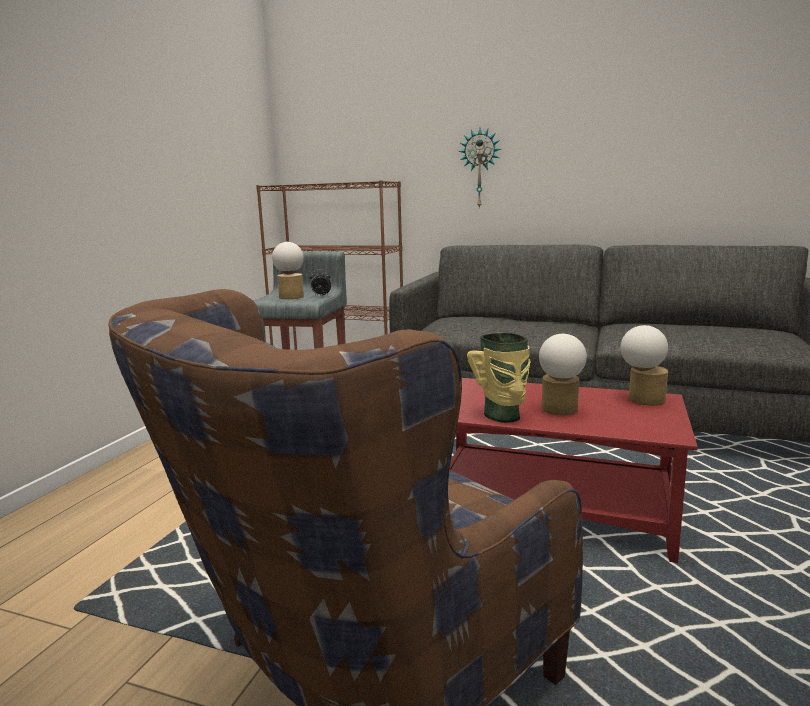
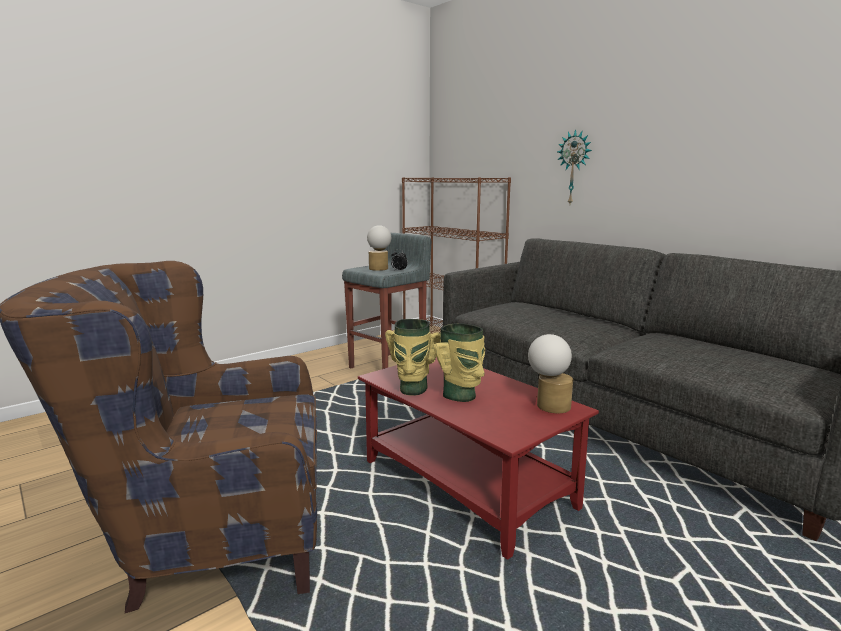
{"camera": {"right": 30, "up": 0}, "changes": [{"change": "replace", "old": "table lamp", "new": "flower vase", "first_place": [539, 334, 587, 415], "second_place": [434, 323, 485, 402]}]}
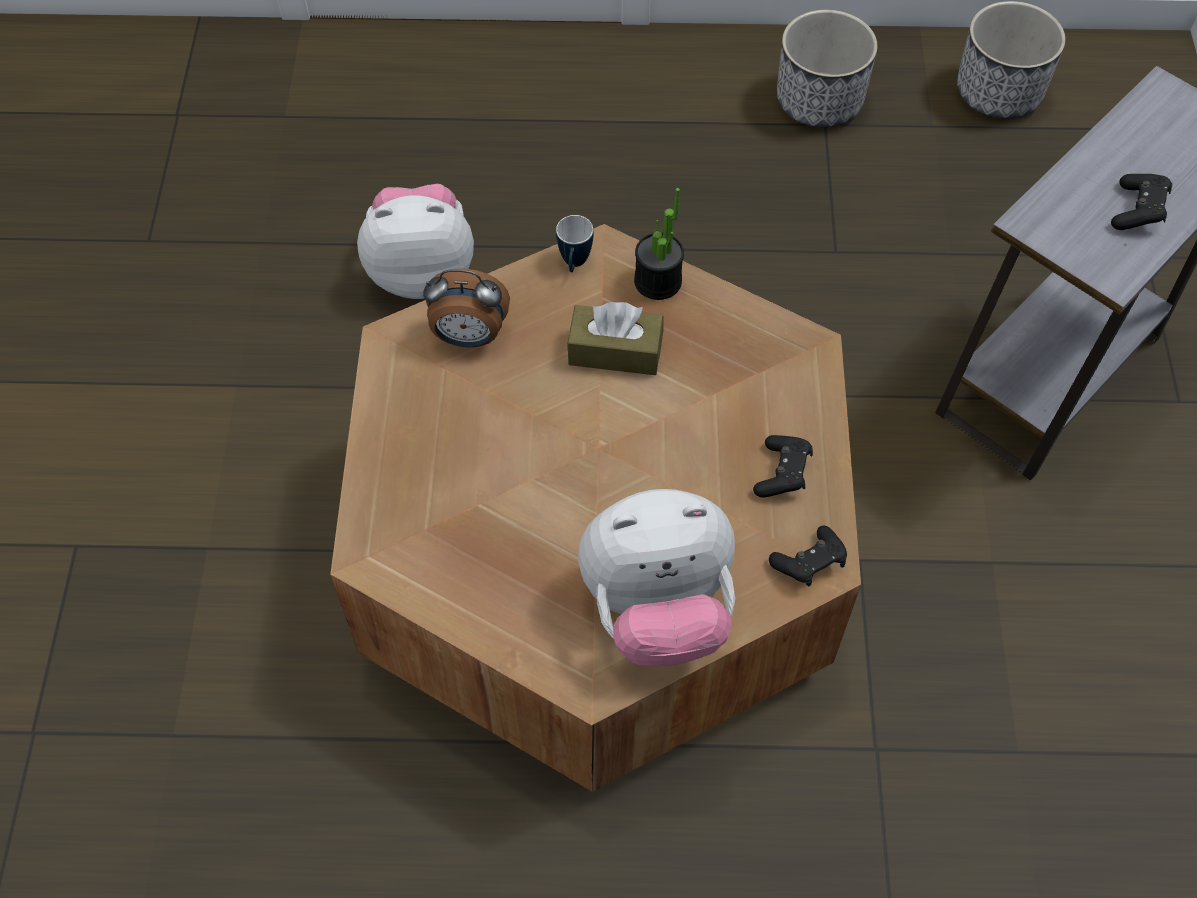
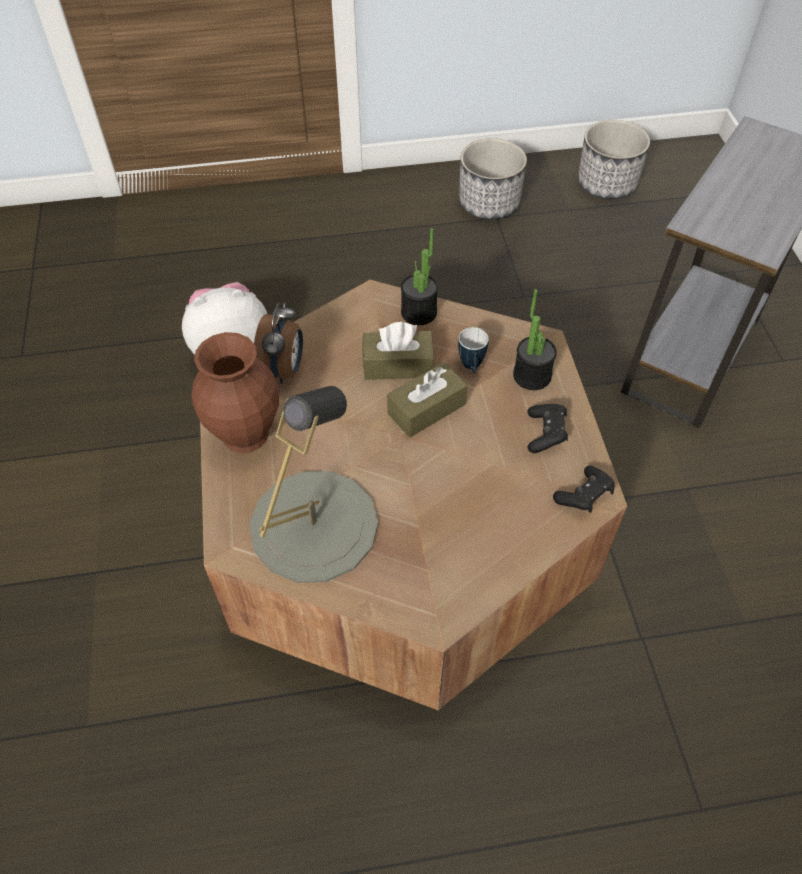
{"camera": {"right": -10, "up": -5}, "changes": [{"change": "delete", "old": "gamepad (black)", "first_place": [1111, 174, 1172, 230]}, {"change": "move", "old": "mug", "first_place": [556, 215, 593, 272], "second_place": [458, 327, 489, 373]}, {"change": "rotate", "old": "bedside clock", "first_place": [423, 269, 510, 347], "second_place": [254, 303, 303, 384], "degrees": -75}, {"change": "delete", "old": "cuddly toy", "first_place": [578, 489, 735, 666]}, {"change": "insert", "new": "potted plant", "second_place": [513, 289, 557, 390]}, {"change": "insert", "new": "flower vase (brownish)", "second_place": [191, 332, 279, 453]}, {"change": "insert", "new": "box of tissues (brownish)", "second_place": [387, 362, 468, 437]}, {"change": "insert", "new": "table lamp (gray)", "second_place": [249, 386, 378, 583]}]}
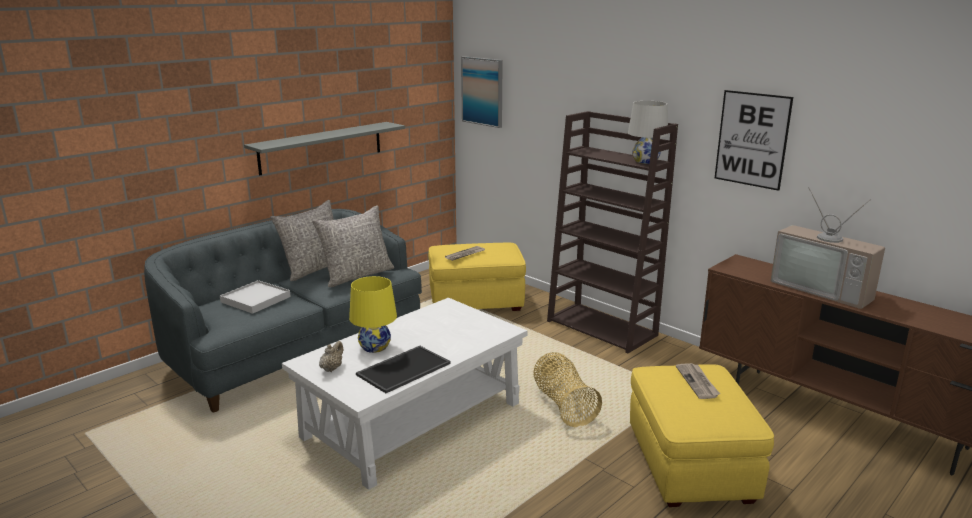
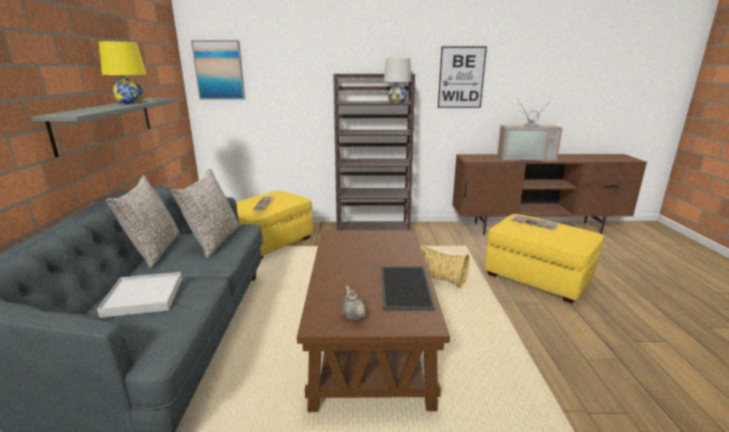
{"camera": {"right": -45, "up": 0}, "changes": [{"change": "move", "old": "table lamp (yellowish)", "first_place": [349, 276, 397, 353], "second_place": [99, 41, 146, 104]}, {"change": "recolor", "old": "lounge table (whitish)", "new": "lounge table (brownish)", "first_place": [282, 298, 528, 490], "second_place": [297, 230, 450, 412]}]}
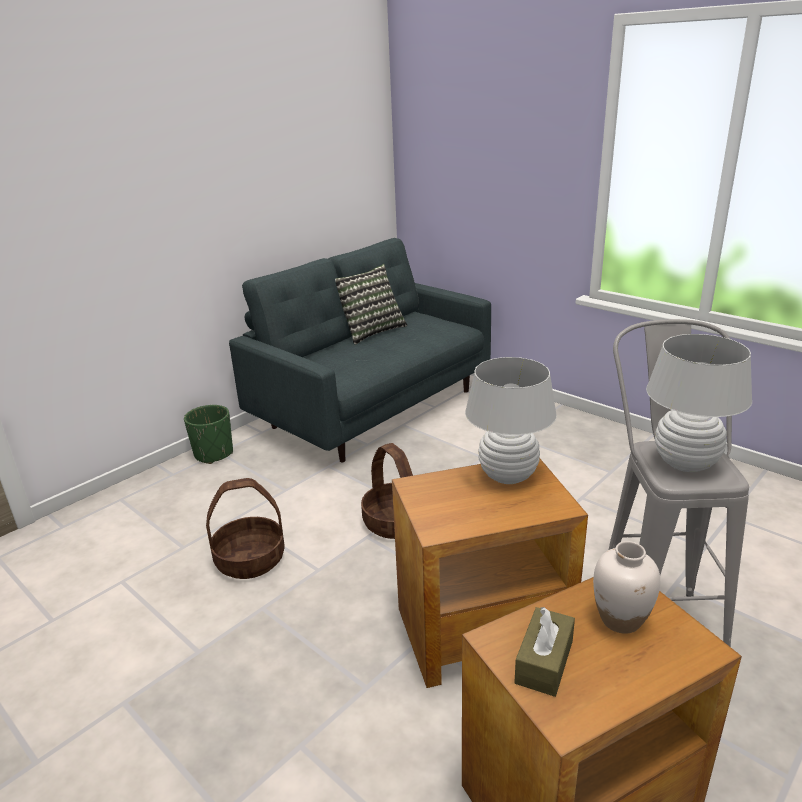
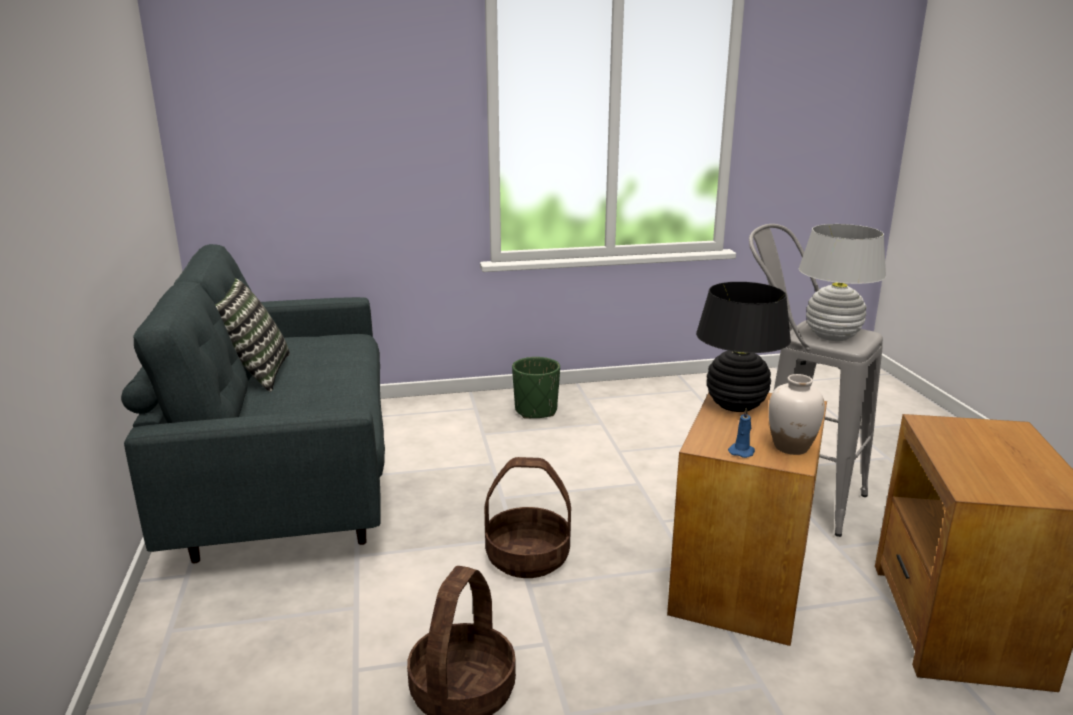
{"camera": {"right": -55, "up": -5}, "changes": [{"change": "recolor", "old": "table lamp (whitish)", "new": "table lamp (black)", "first_place": [465, 357, 557, 484], "second_place": [696, 282, 791, 412]}, {"change": "move", "old": "planter (green)", "first_place": [184, 405, 233, 464], "second_place": [512, 357, 560, 419]}, {"change": "move", "old": "flower vase (whitish)", "first_place": [593, 541, 660, 634], "second_place": [769, 374, 825, 455]}, {"change": "delete", "old": "box of tissues (brownish)", "first_place": [514, 607, 575, 697]}, {"change": "insert", "new": "candle (blue-coloured)", "second_place": [728, 407, 755, 458]}]}
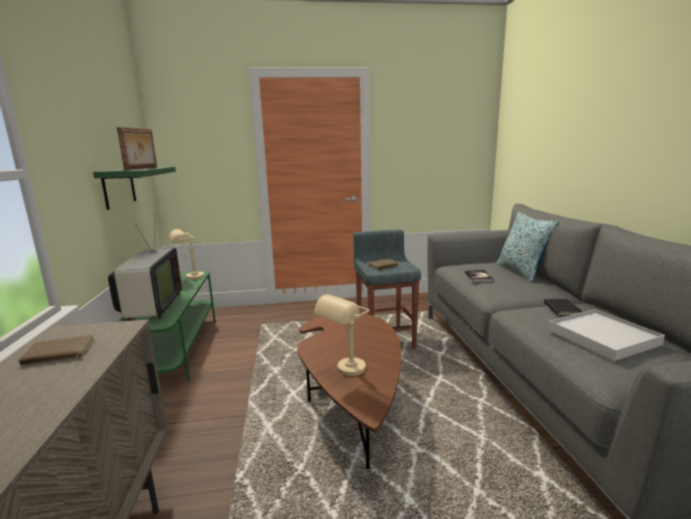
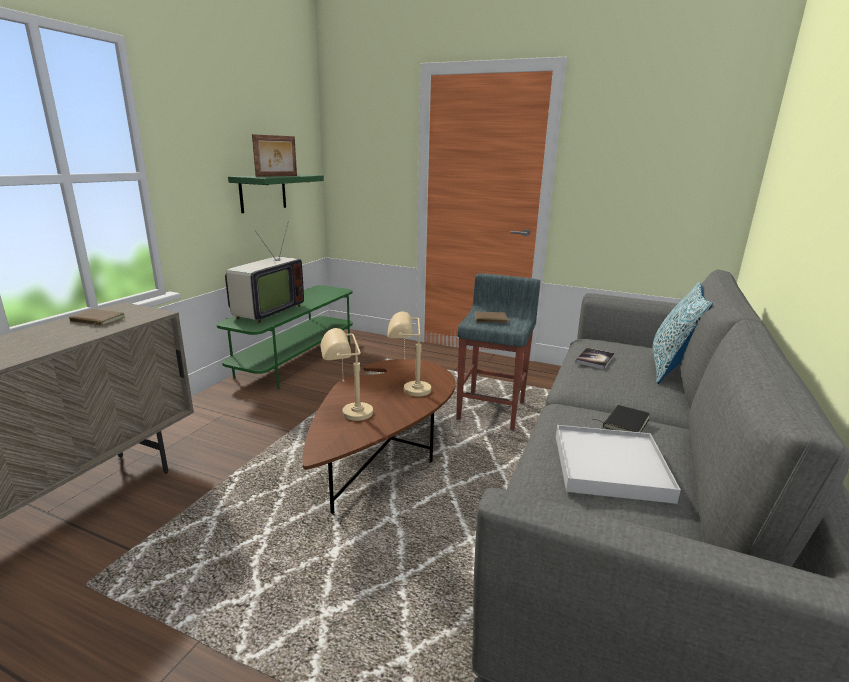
{"camera": {"right": 30, "up": 5}, "changes": [{"change": "move", "old": "table lamp (sand-coloured)", "first_place": [168, 229, 204, 279], "second_place": [387, 311, 431, 396]}]}
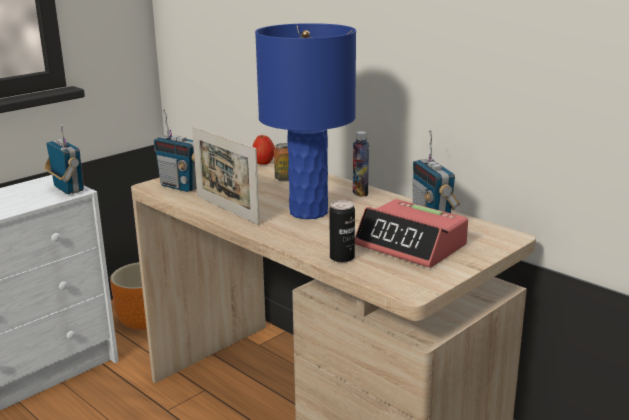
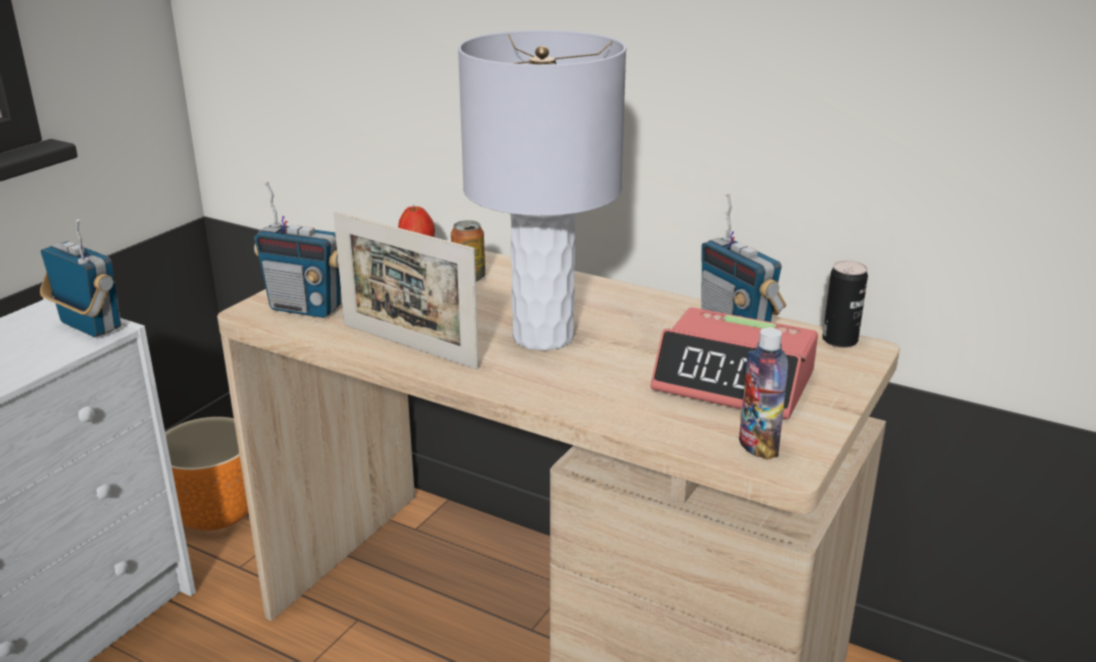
{"camera": {"right": -15, "up": 5}, "changes": [{"change": "recolor", "old": "table lamp (blue-coloured)", "new": "table lamp (gray)", "first_place": [255, 23, 356, 219], "second_place": [458, 30, 627, 351]}, {"change": "move", "old": "bottle", "first_place": [353, 131, 369, 197], "second_place": [739, 328, 788, 460]}, {"change": "move", "old": "metal can", "first_place": [330, 200, 355, 263], "second_place": [822, 260, 868, 348]}]}
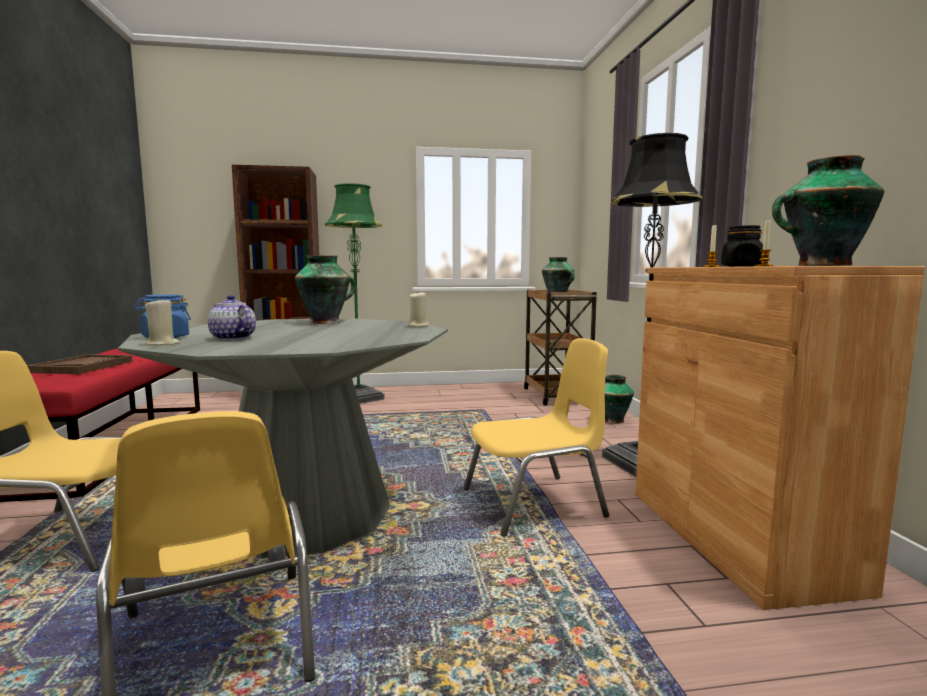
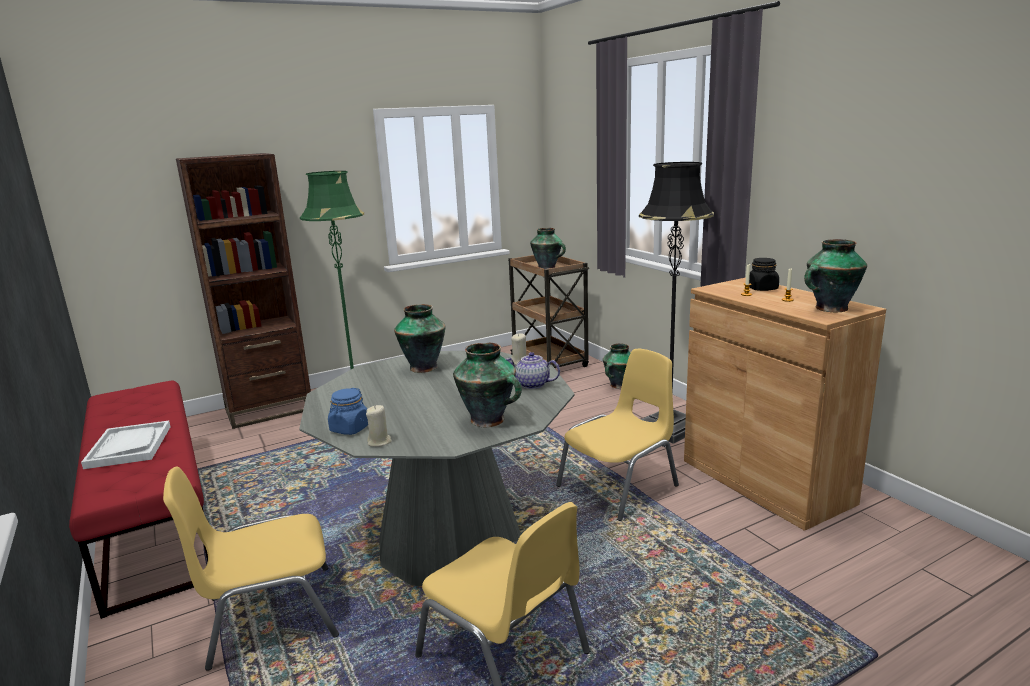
{"camera": {"right": -20, "up": 10}, "changes": [{"change": "move", "old": "teapot", "first_place": [208, 295, 256, 340], "second_place": [506, 352, 560, 389]}, {"change": "recolor", "old": "carrying tray (brownish)", "new": "carrying tray (whitish)", "first_place": [27, 354, 132, 374], "second_place": [81, 421, 170, 469]}, {"change": "insert", "new": "flower vase", "second_place": [453, 343, 522, 427]}]}
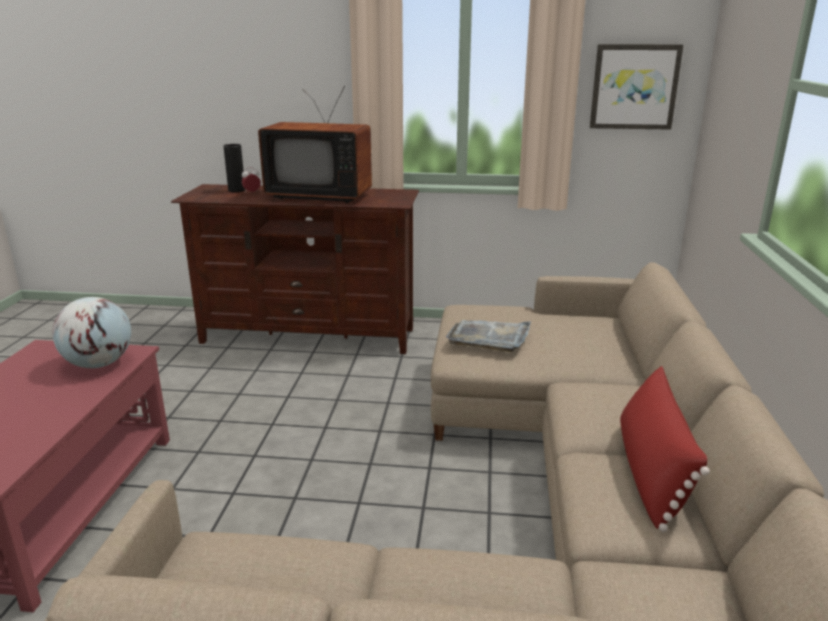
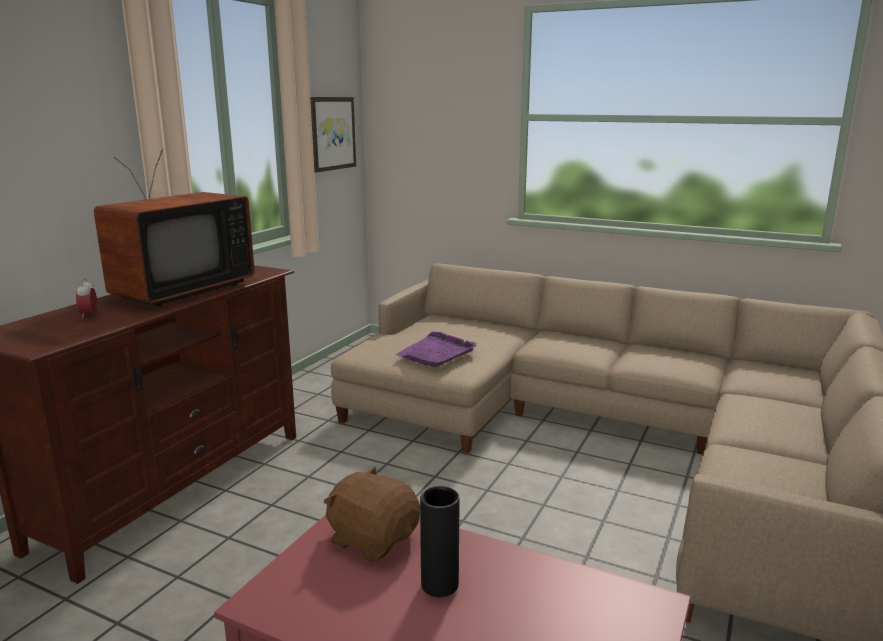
{"camera": {"right": -70, "up": -5}, "changes": [{"change": "move", "old": "flower vase (black)", "first_place": [223, 144, 245, 192], "second_place": [420, 486, 460, 597]}, {"change": "replace", "old": "world globe", "new": "cuddly toy (brownish)", "first_place": [52, 297, 131, 368], "second_place": [323, 467, 420, 563]}, {"change": "recolor", "old": "carrying tray (gray)", "new": "carrying tray (purplish)", "first_place": [446, 320, 531, 352], "second_place": [395, 332, 476, 367]}, {"change": "delete", "old": "cushion (red-coloured)", "first_place": [620, 366, 710, 532]}]}
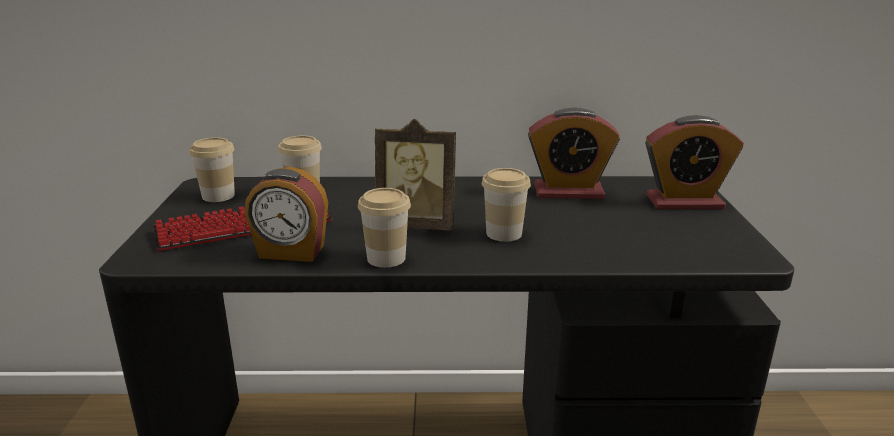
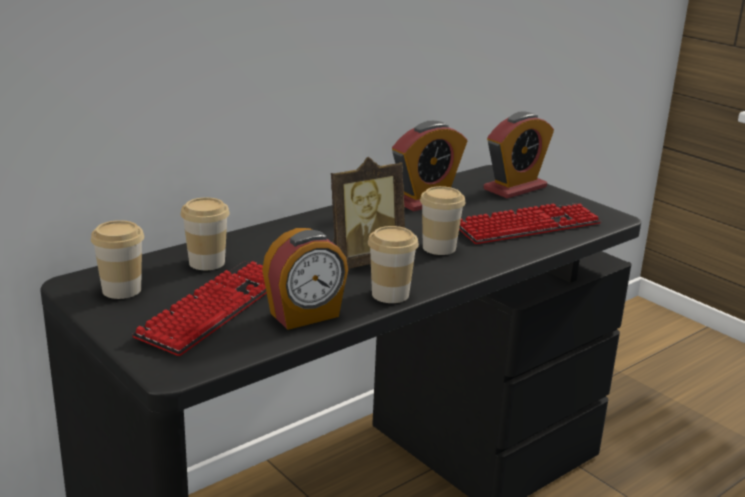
{"camera": {"right": -40, "up": 0}, "changes": [{"change": "insert", "new": "keyboard", "second_place": [459, 203, 601, 244]}]}
